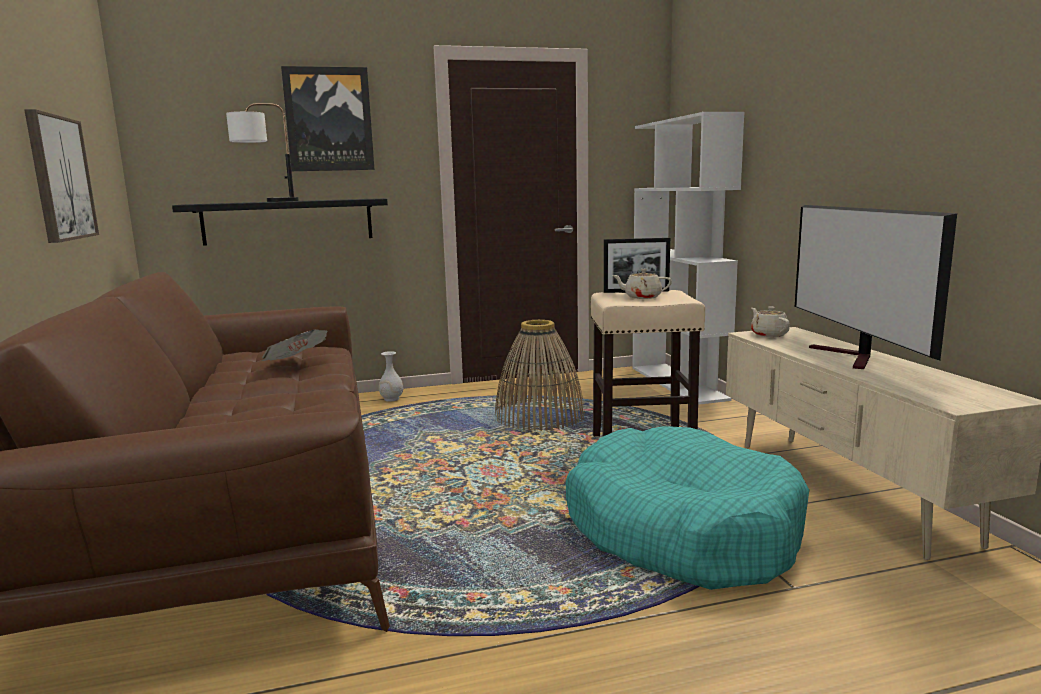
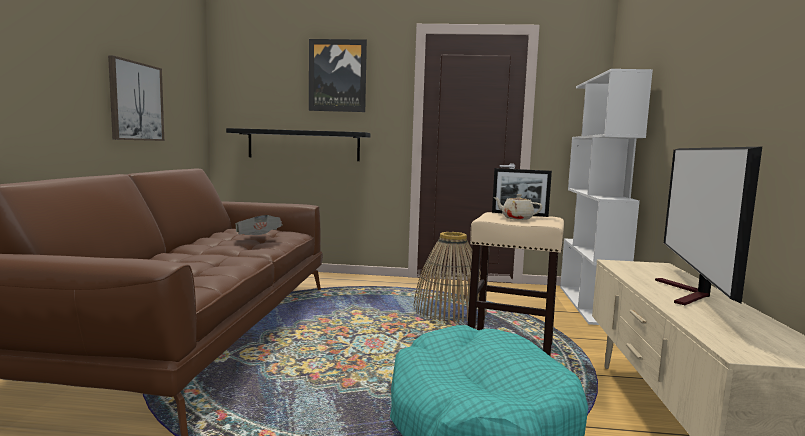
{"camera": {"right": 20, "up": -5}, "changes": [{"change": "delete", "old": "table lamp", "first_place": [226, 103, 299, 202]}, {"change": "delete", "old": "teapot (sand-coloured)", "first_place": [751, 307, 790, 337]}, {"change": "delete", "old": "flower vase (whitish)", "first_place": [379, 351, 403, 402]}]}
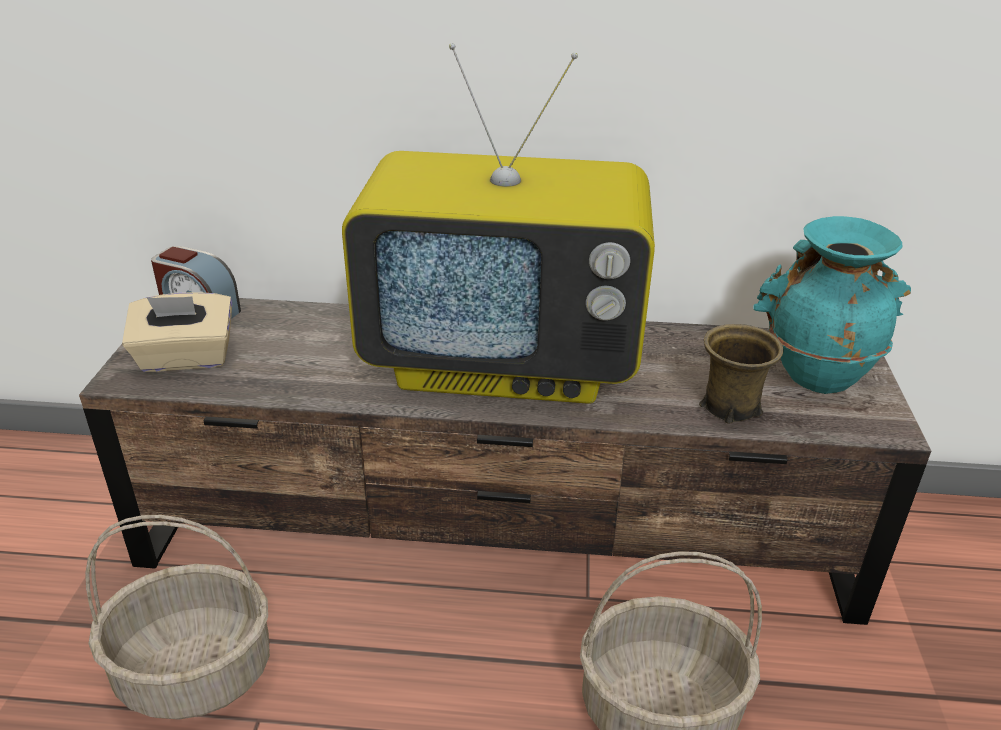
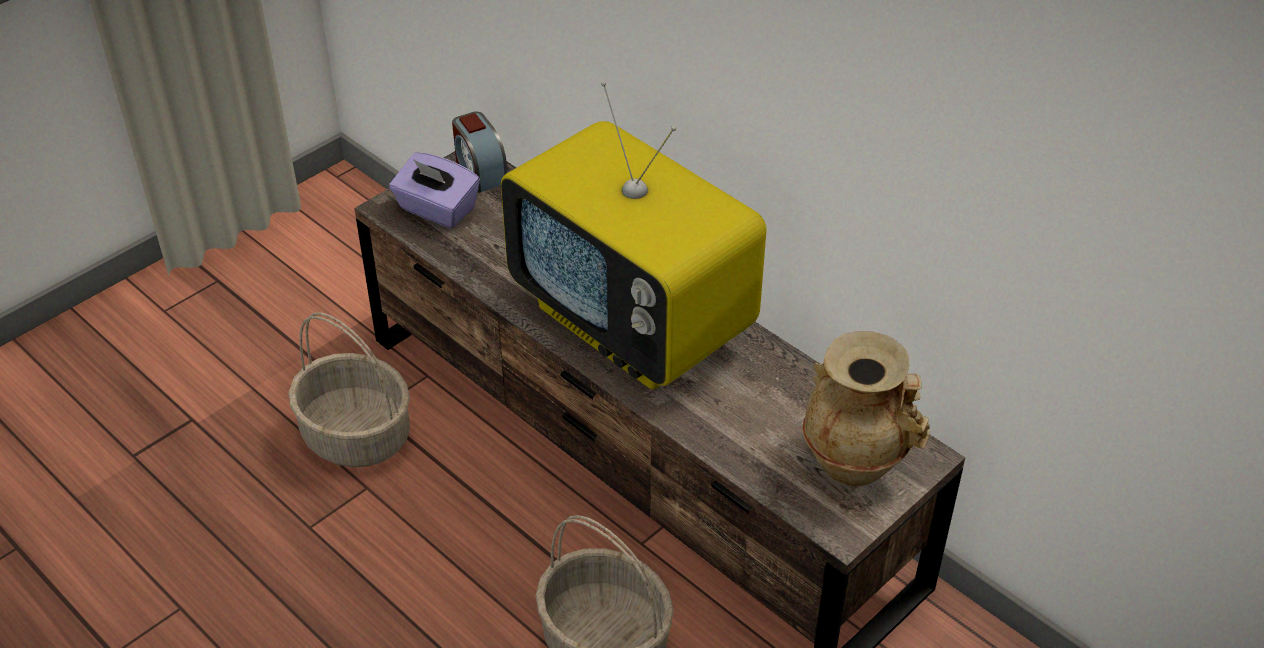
{"camera": {"right": 40, "up": 10}, "changes": [{"change": "recolor", "old": "flower vase (blue-green)", "new": "flower vase (sand-coloured)", "first_place": [753, 216, 911, 394], "second_place": [802, 331, 930, 486]}, {"change": "recolor", "old": "box of tissues (sand-coloured)", "new": "box of tissues (purplish)", "first_place": [122, 292, 232, 372], "second_place": [389, 152, 480, 228]}, {"change": "delete", "old": "mug (brownish)", "first_place": [699, 324, 784, 424]}]}
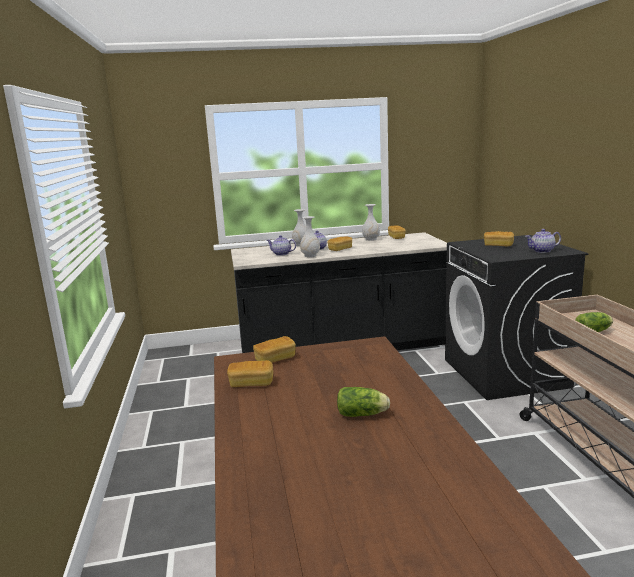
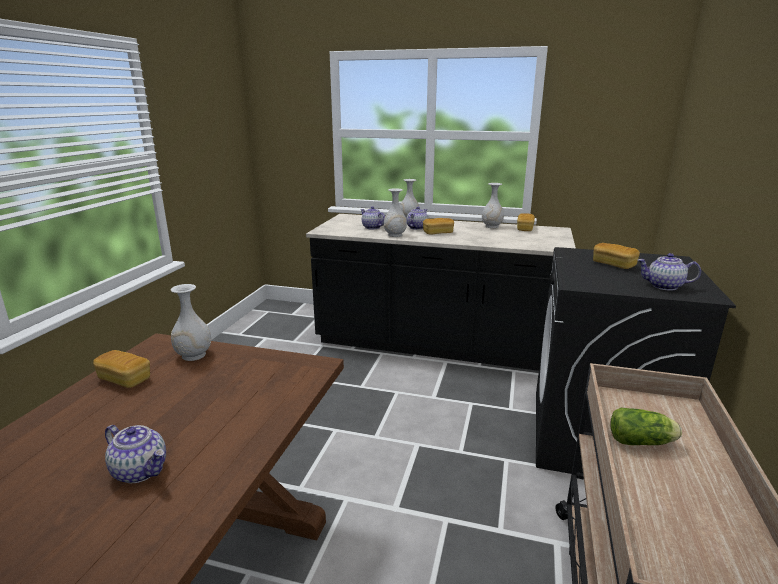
{"camera": {"right": 25, "up": 5}, "changes": [{"change": "replace", "old": "bakery bread", "new": "flower vase (whitish)", "first_place": [253, 336, 296, 363], "second_place": [171, 284, 211, 361]}, {"change": "replace", "old": "lettuce", "new": "teapot", "first_place": [337, 387, 390, 417], "second_place": [105, 425, 166, 483]}]}
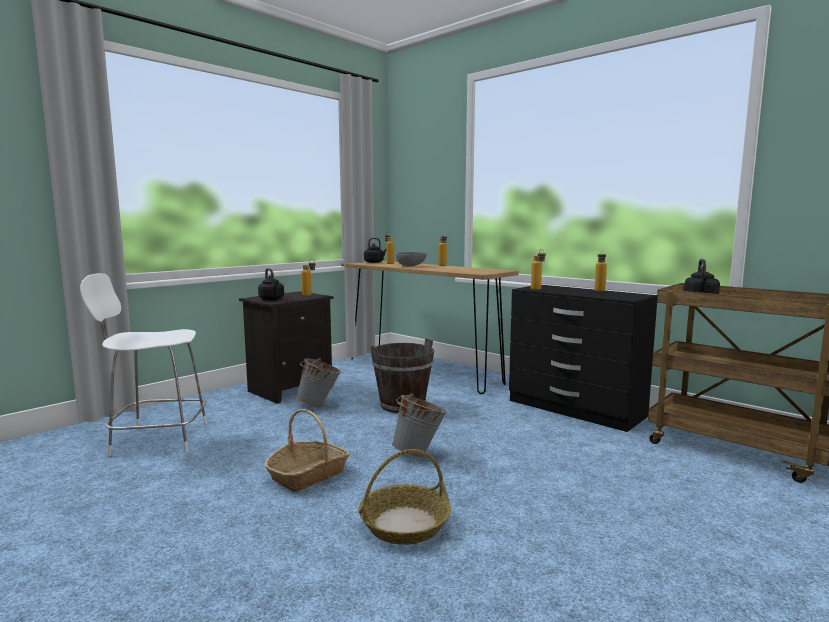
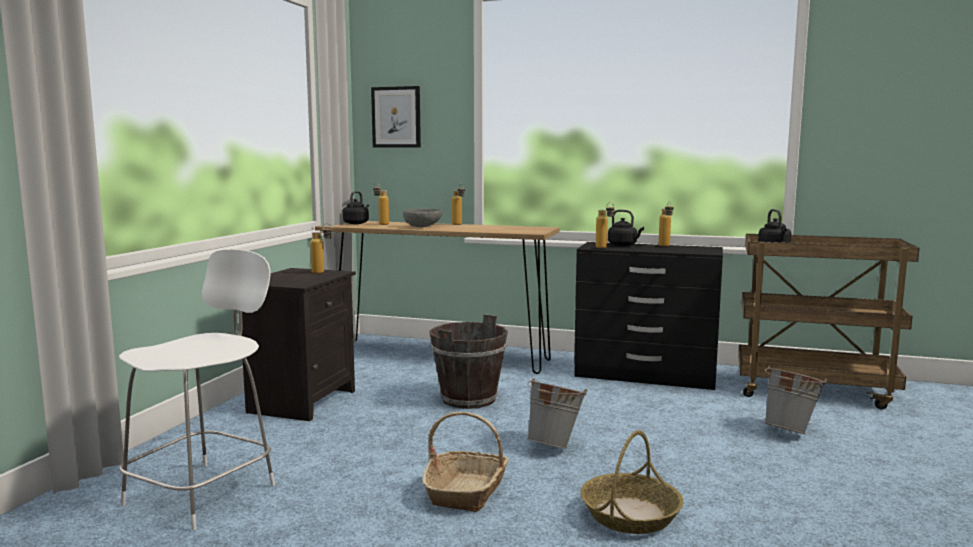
{"camera": {"right": -25, "up": 0}, "changes": [{"change": "move", "old": "tea kettle (black)", "first_place": [258, 268, 284, 300], "second_place": [608, 210, 644, 246]}, {"change": "rotate", "old": "plain chair (whitish)", "first_place": [80, 273, 207, 456], "second_place": [119, 249, 275, 530], "degrees": 150}, {"change": "move", "old": "bucket (gray)", "first_place": [296, 358, 341, 407], "second_place": [764, 366, 827, 434]}, {"change": "insert", "new": "wall picture", "second_place": [371, 86, 421, 148]}]}
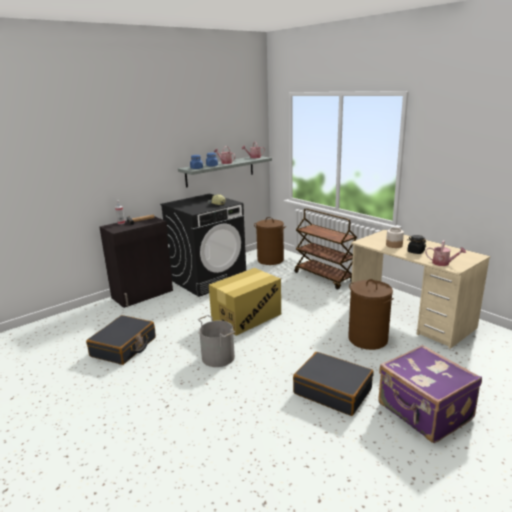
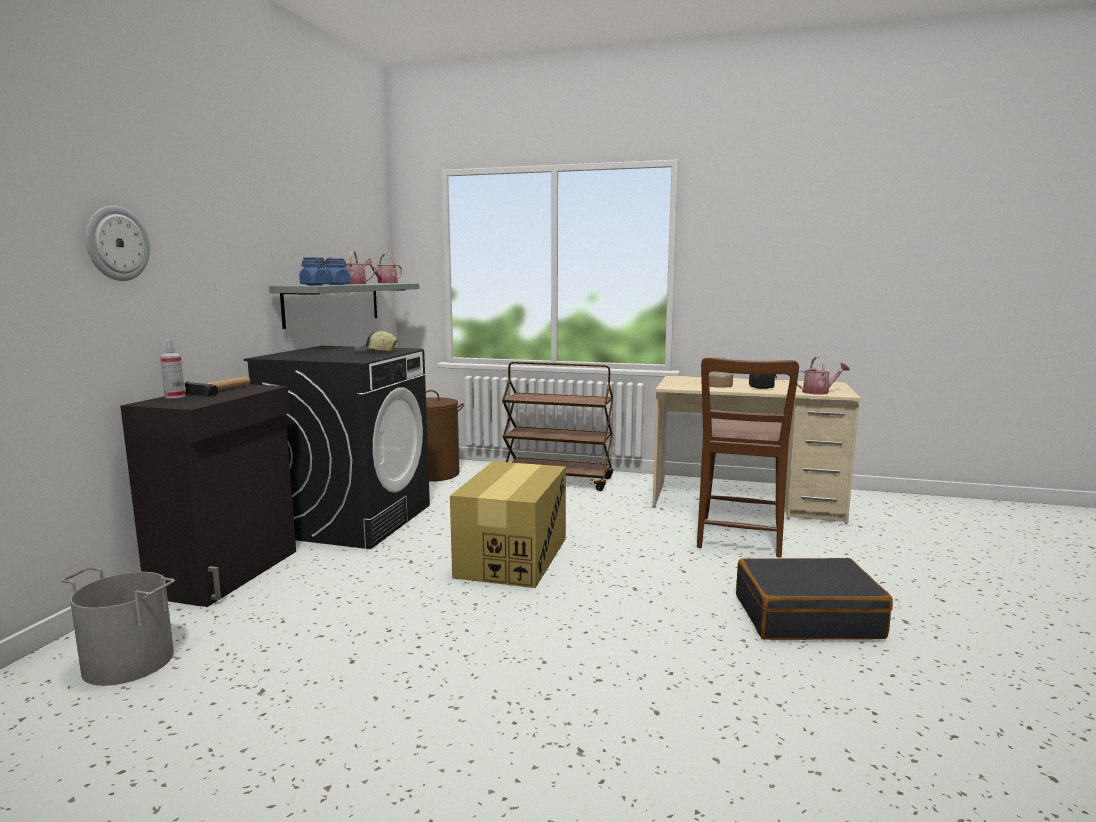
{"camera": {"right": -35, "up": -10}, "changes": [{"change": "replace", "old": "laundry basket (brownish)", "new": "plain chair (brownish)", "first_place": [348, 279, 394, 350], "second_place": [697, 357, 799, 558]}, {"change": "delete", "old": "travel case (black)", "first_place": [86, 315, 156, 365]}, {"change": "move", "old": "bucket (gray)", "first_place": [198, 315, 235, 367], "second_place": [60, 567, 175, 686]}, {"change": "delete", "old": "travel case (purplish)", "first_place": [378, 345, 482, 443]}, {"change": "insert", "new": "hanging clock", "second_place": [85, 205, 150, 281]}]}
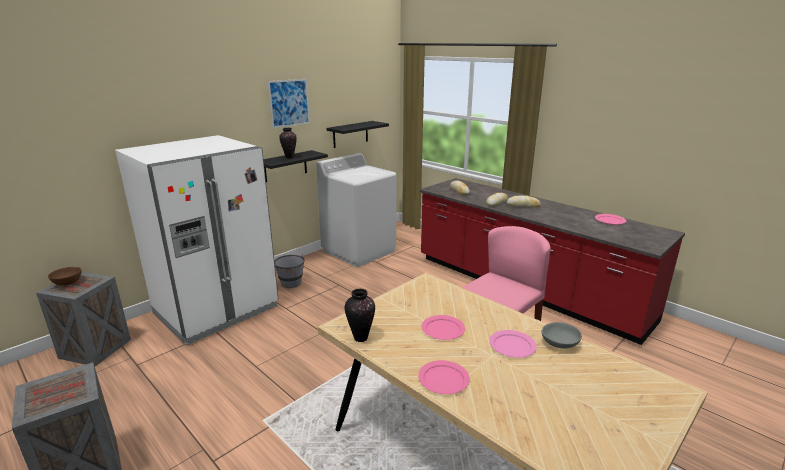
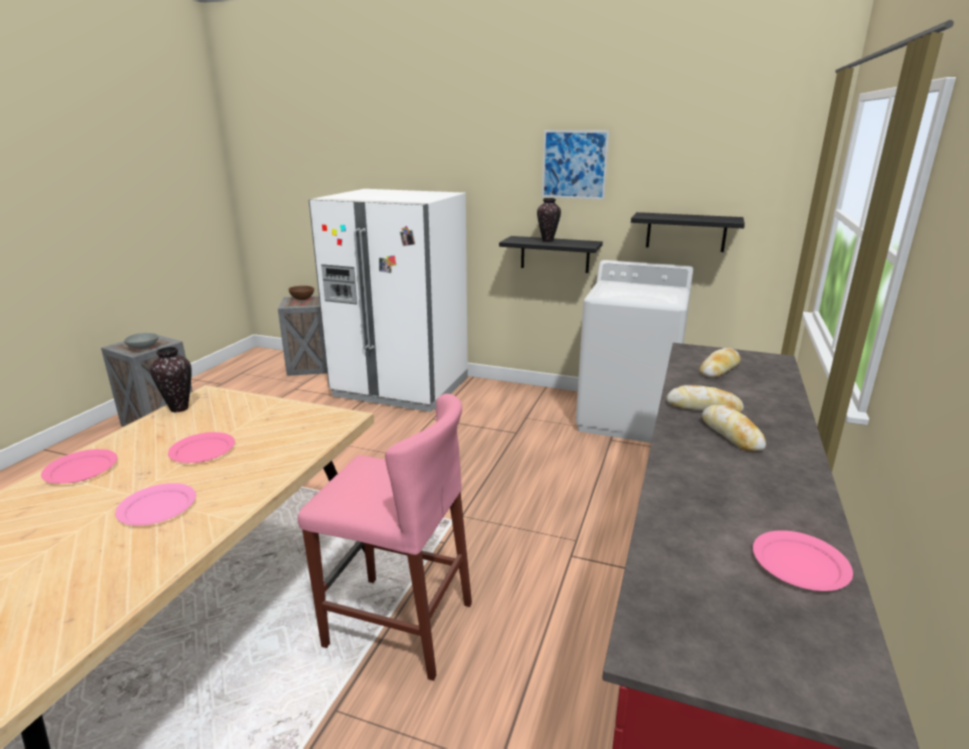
{"camera": {"right": 65, "up": 0}, "changes": [{"change": "delete", "old": "bucket (gray)", "first_place": [274, 254, 305, 288]}, {"change": "move", "old": "deep dish (gray)", "first_place": [542, 322, 582, 348], "second_place": [124, 333, 159, 349]}]}
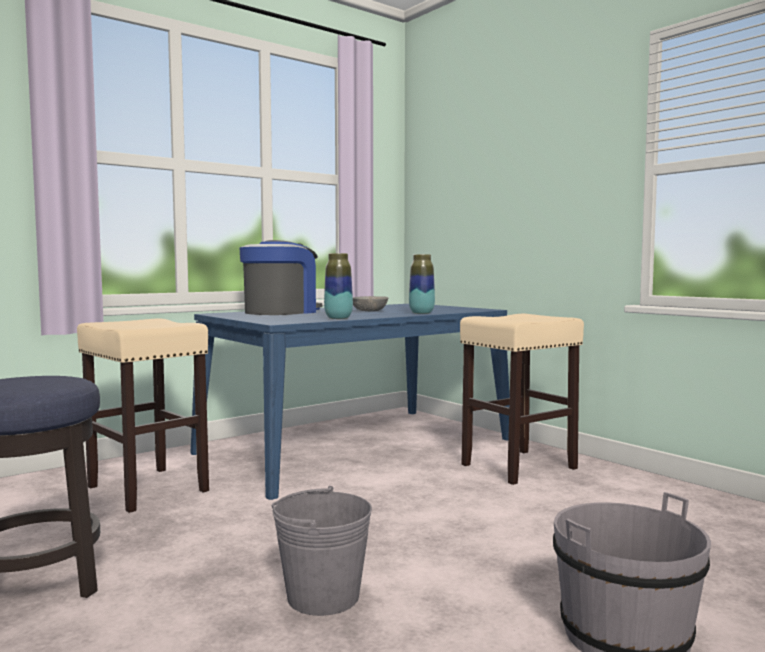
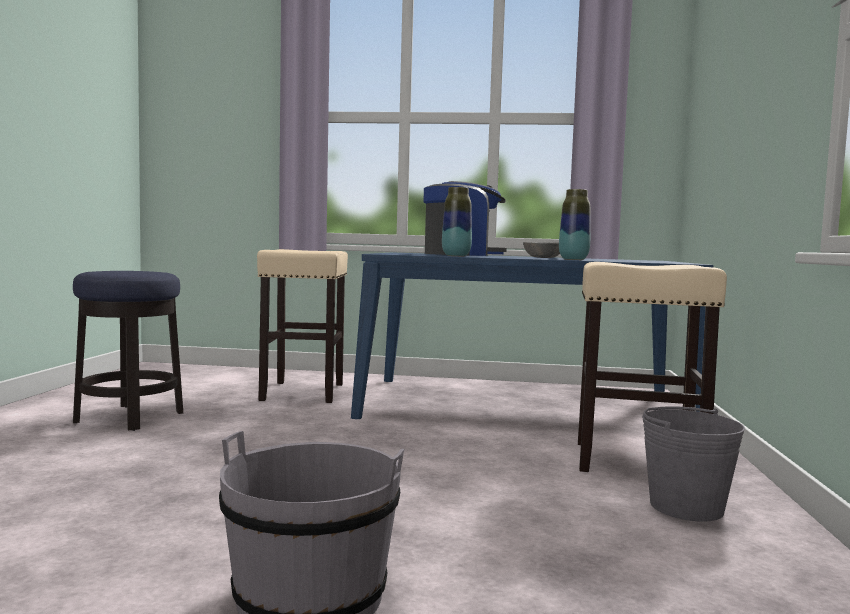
{"camera": {"right": 45, "up": 0}, "changes": [{"change": "move", "old": "bucket (gray)", "first_place": [272, 486, 372, 616], "second_place": [642, 406, 745, 522]}]}
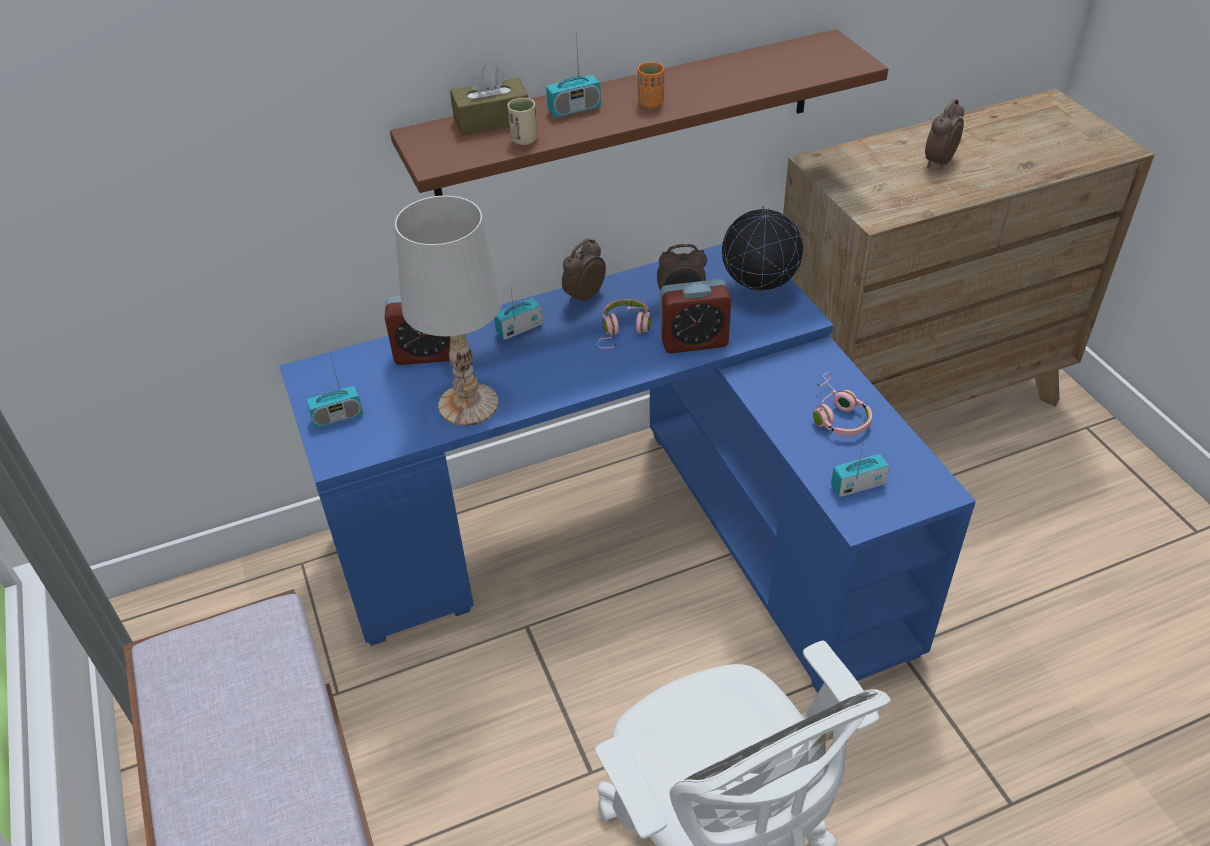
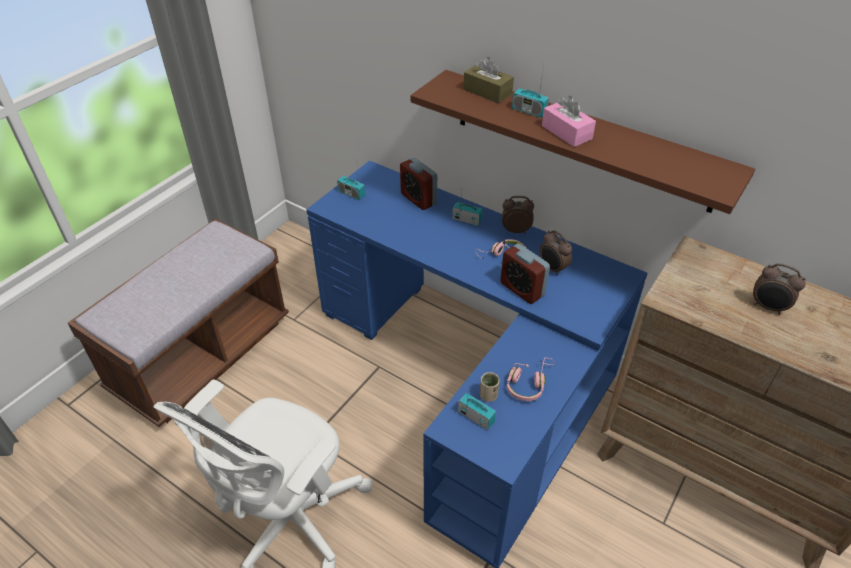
{"camera": {"right": 55, "up": 0}, "changes": [{"change": "replace", "old": "cup (orange-coloured)", "new": "box of tissues (pink-coloured)", "first_place": [638, 62, 664, 108], "second_place": [542, 96, 596, 147]}, {"change": "move", "old": "cup (sand-coloured)", "first_place": [508, 98, 538, 145], "second_place": [480, 372, 499, 402]}, {"change": "rotate", "old": "bedside clock", "first_place": [925, 99, 964, 170], "second_place": [753, 263, 806, 315], "degrees": -150}, {"change": "delete", "old": "table lamp (whitish)", "first_place": [395, 196, 502, 426]}, {"change": "delete", "old": "world globe", "first_place": [722, 206, 803, 294]}]}
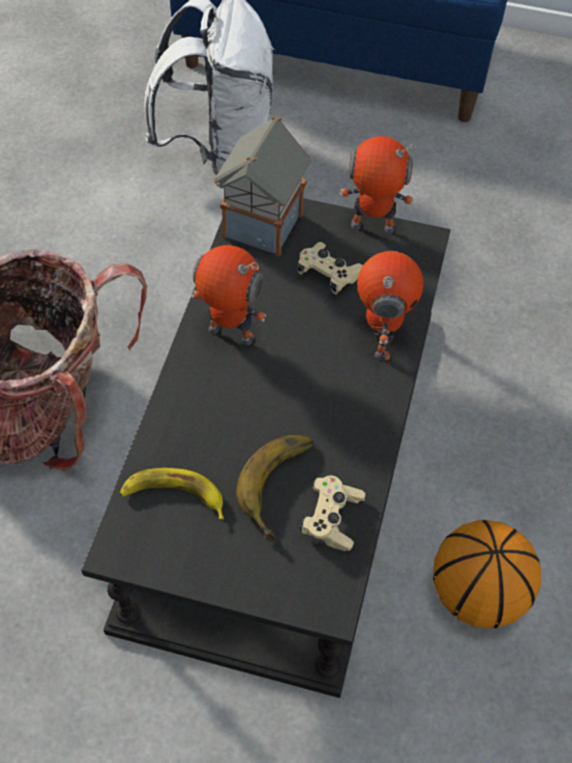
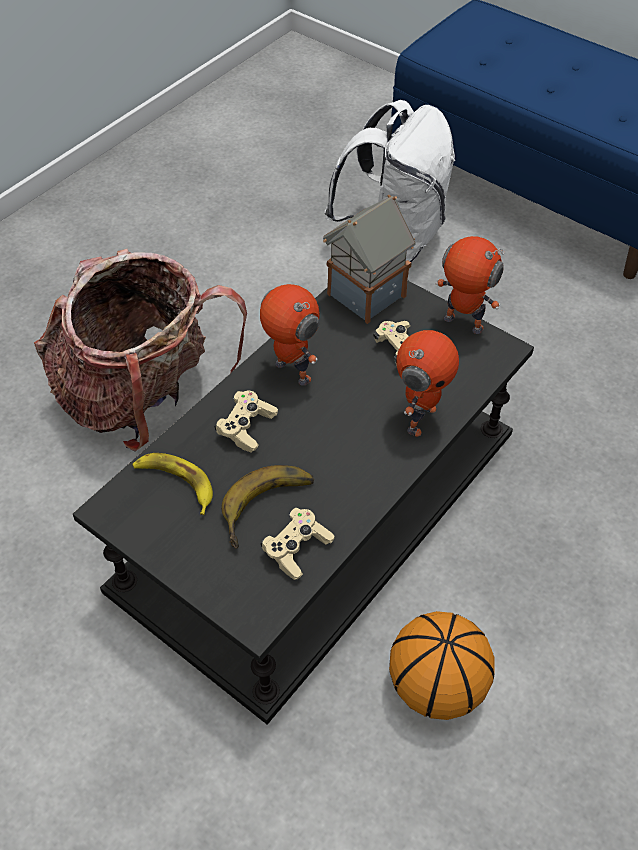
{"camera": {"right": 25, "up": -5}, "changes": [{"change": "insert", "new": "gamepad (sand-coloured)", "second_place": [214, 390, 278, 453]}]}
